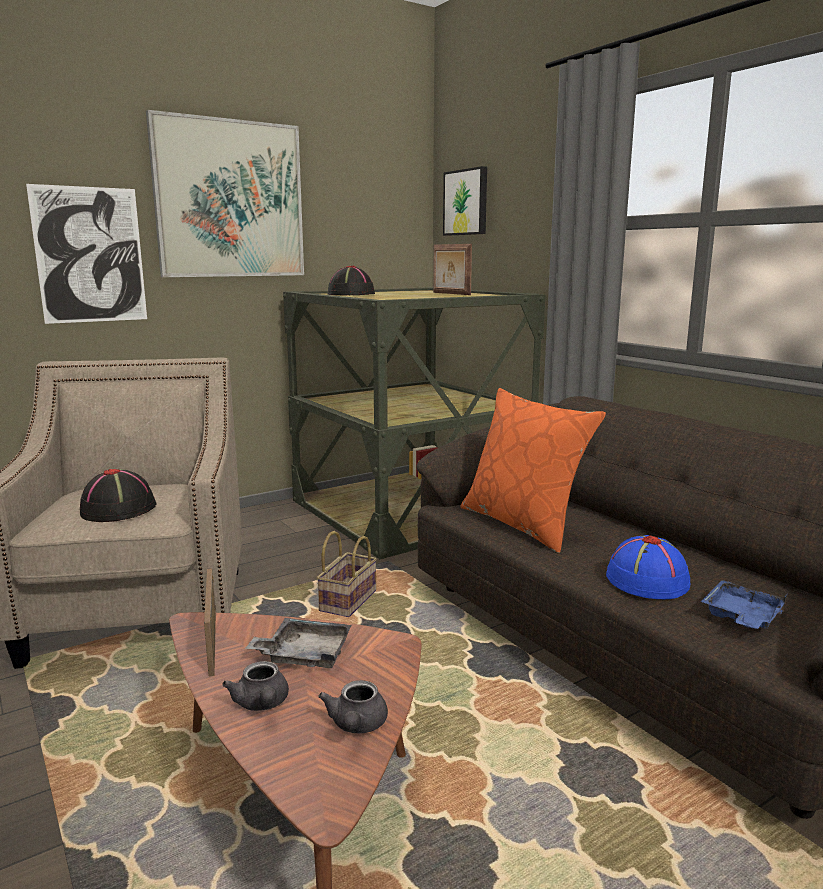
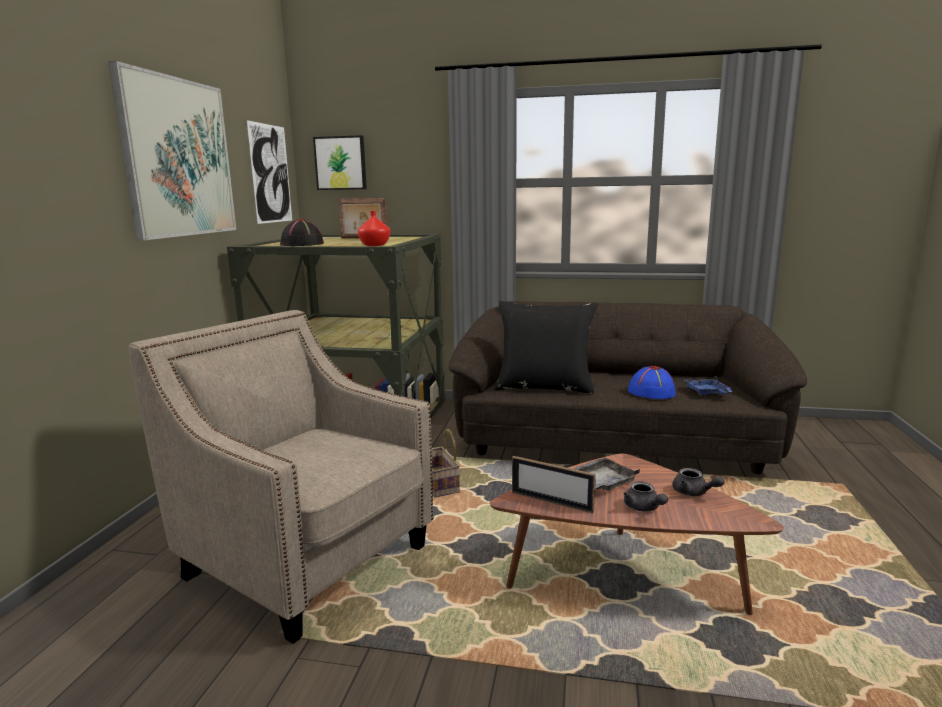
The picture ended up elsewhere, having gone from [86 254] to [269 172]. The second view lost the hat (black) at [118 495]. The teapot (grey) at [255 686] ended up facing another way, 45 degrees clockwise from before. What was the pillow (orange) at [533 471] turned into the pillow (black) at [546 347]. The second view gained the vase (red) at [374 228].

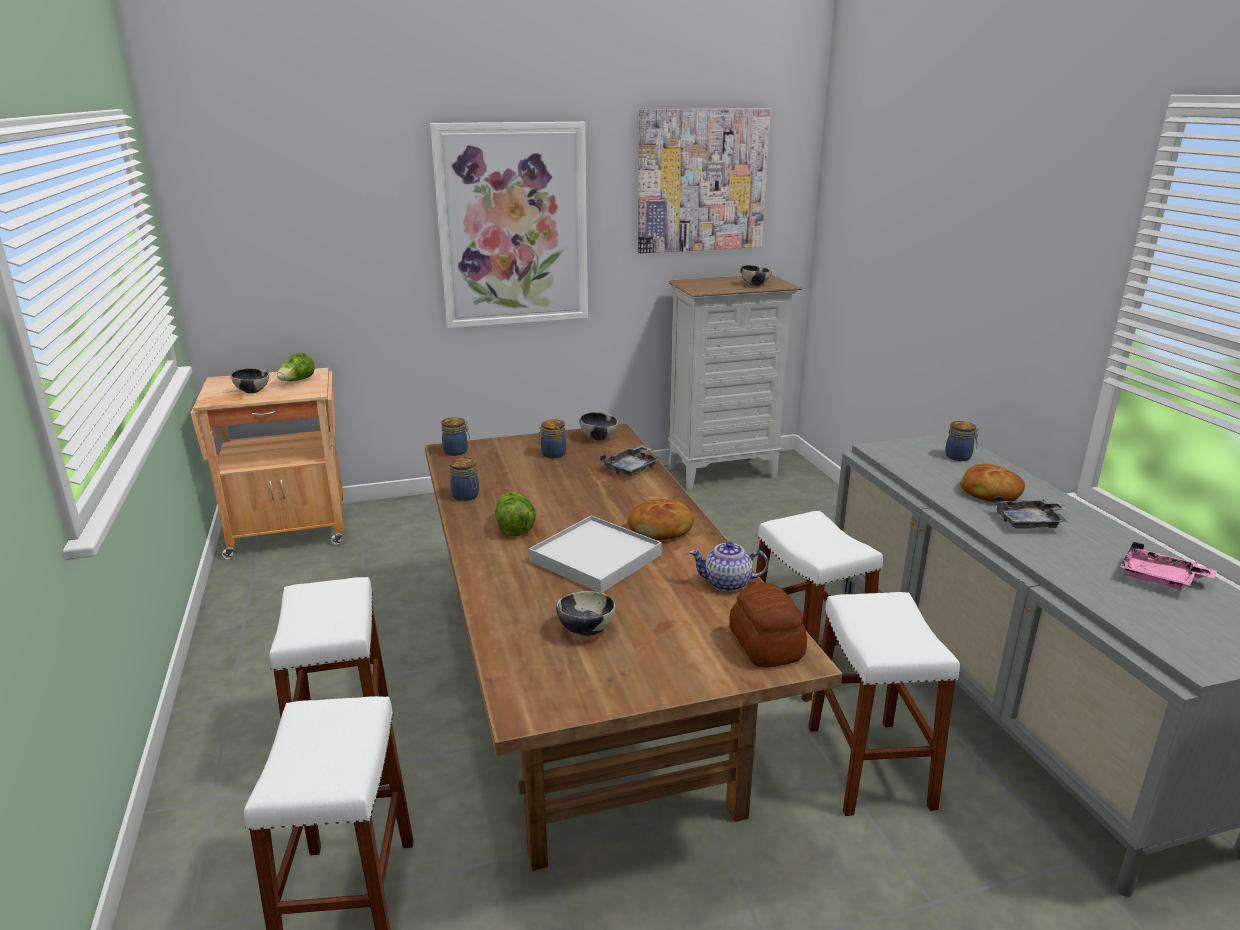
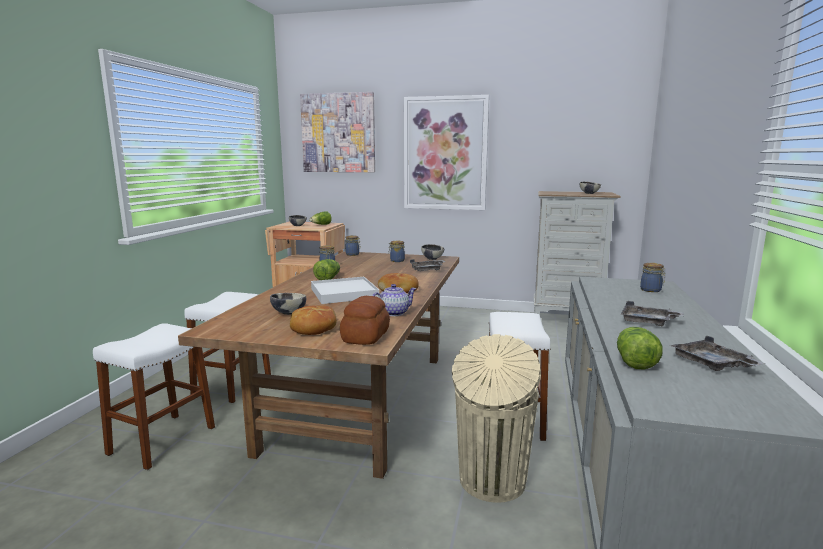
The picture ended up elsewhere, having gone from [704 180] to [337 132]. The teapot at [729 566] ended up facing another way, 120 degrees clockwise from before. Where the stool (white) stood at [884 704], the trash can (beige) came to stand at [496 418]. The bread ended up elsewhere, having gone from [992 483] to [313 320]. What was the tray (pink) at [1168 566] turned into the tray (grey) at [718 353]. The second view gained the lettuce at [640 348].

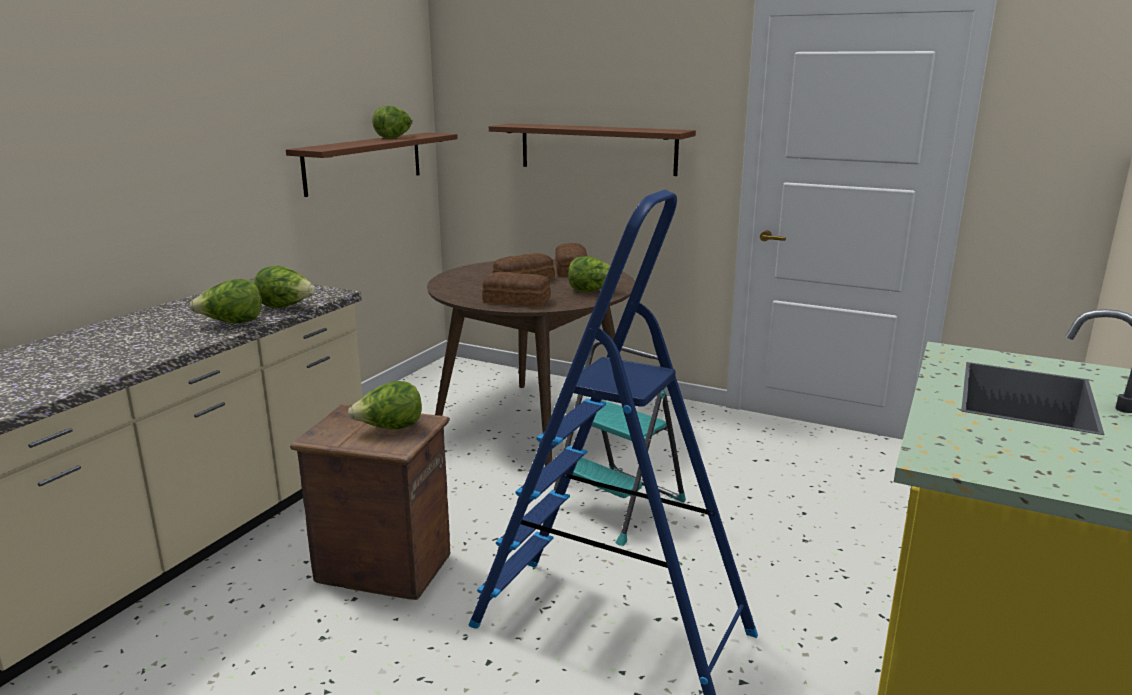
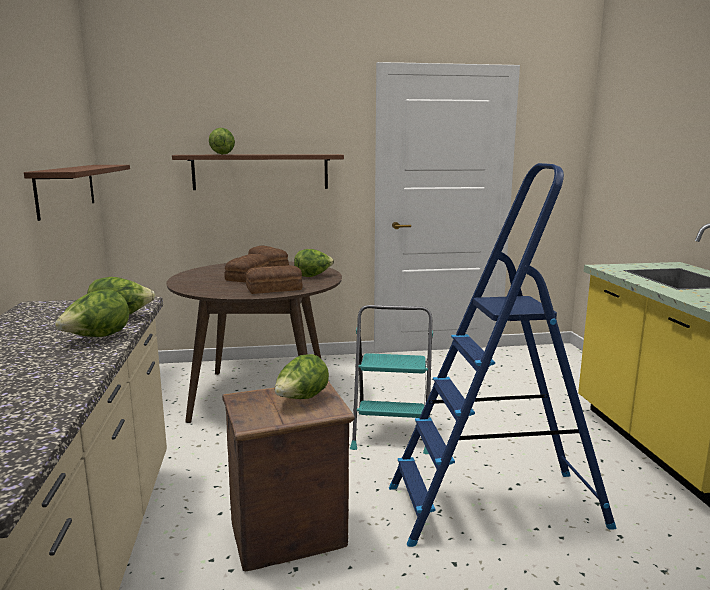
The lettuce ended up elsewhere, having gone from [392 121] to [222 141].

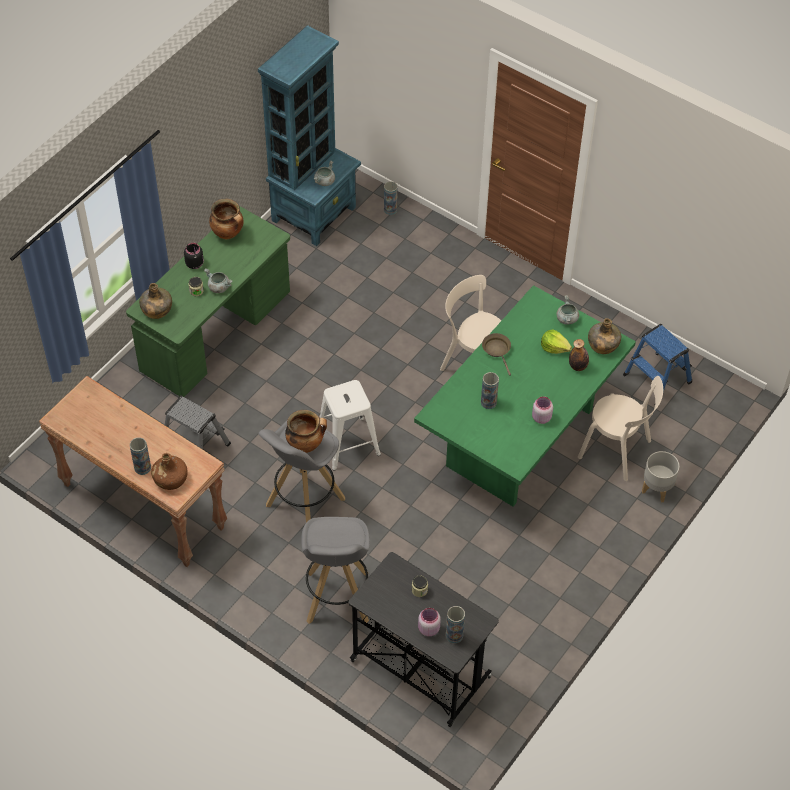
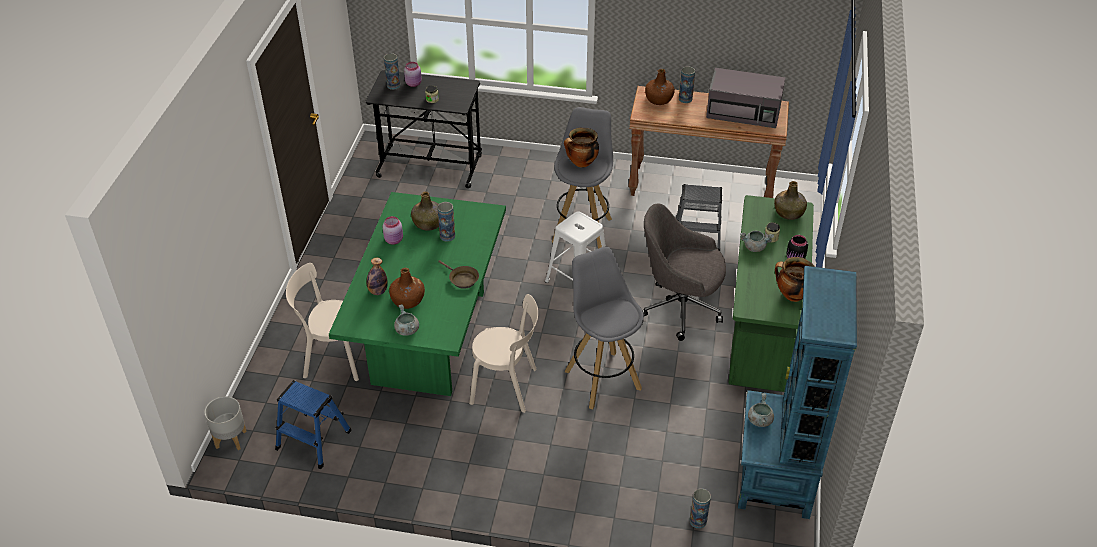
The stool (grey) ended up elsewhere, having gone from [335 570] to [604 328]. Where the lettuce stood at [556 341], the bottle (brown) came to stand at [407 288]. The bottle (green) ended up elsewhere, having gone from [604 336] to [425 211]. The planter (grey) ended up elsewhere, having gone from [660 477] to [225 423]. The second view gained the office chair (grey) at [684 272]. The second view gained the microwave (grey) at [745 98].

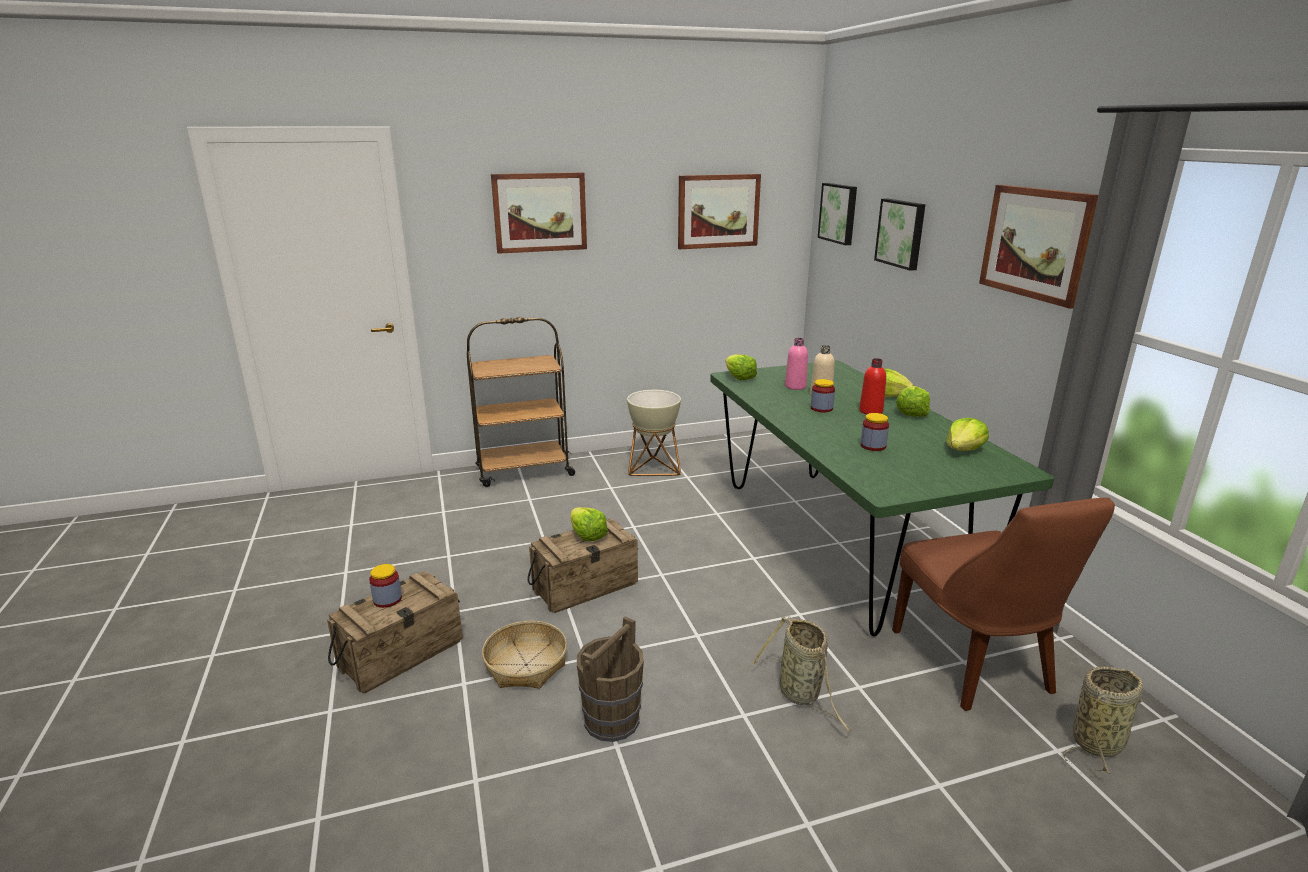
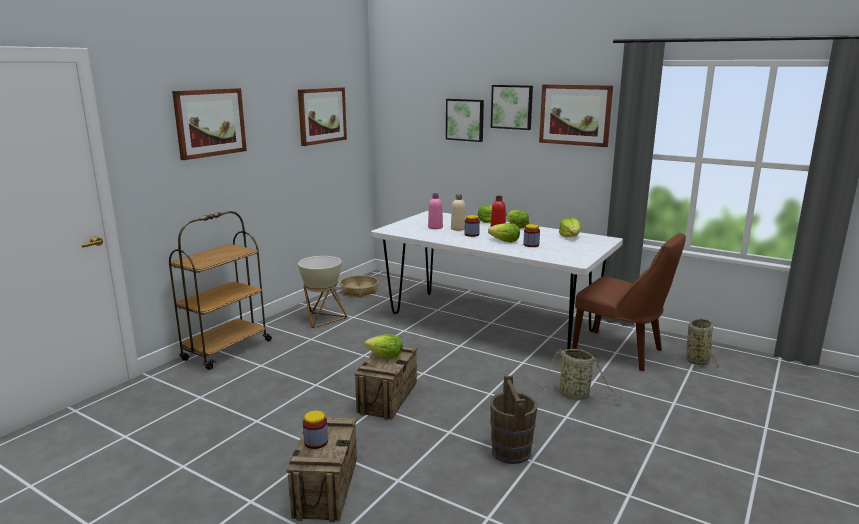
The basket ended up elsewhere, having gone from [524 655] to [359 286]. What was the dining table (green) at [882 498] turned into the dining table (white) at [497 280]. The lettuce ended up elsewhere, having gone from [741 367] to [504 233]. The picture ended up elsewhere, having gone from [837 214] to [512 107].

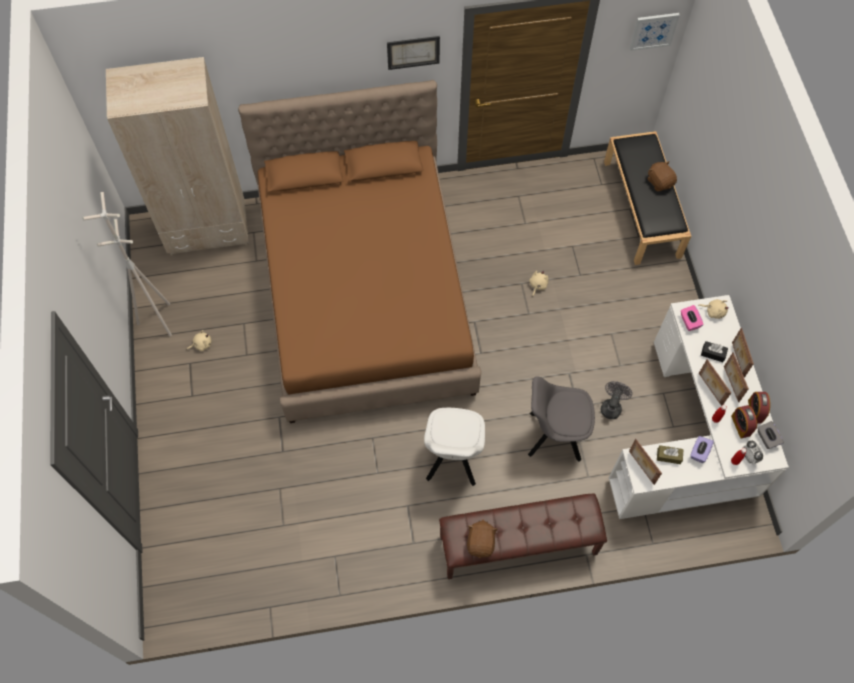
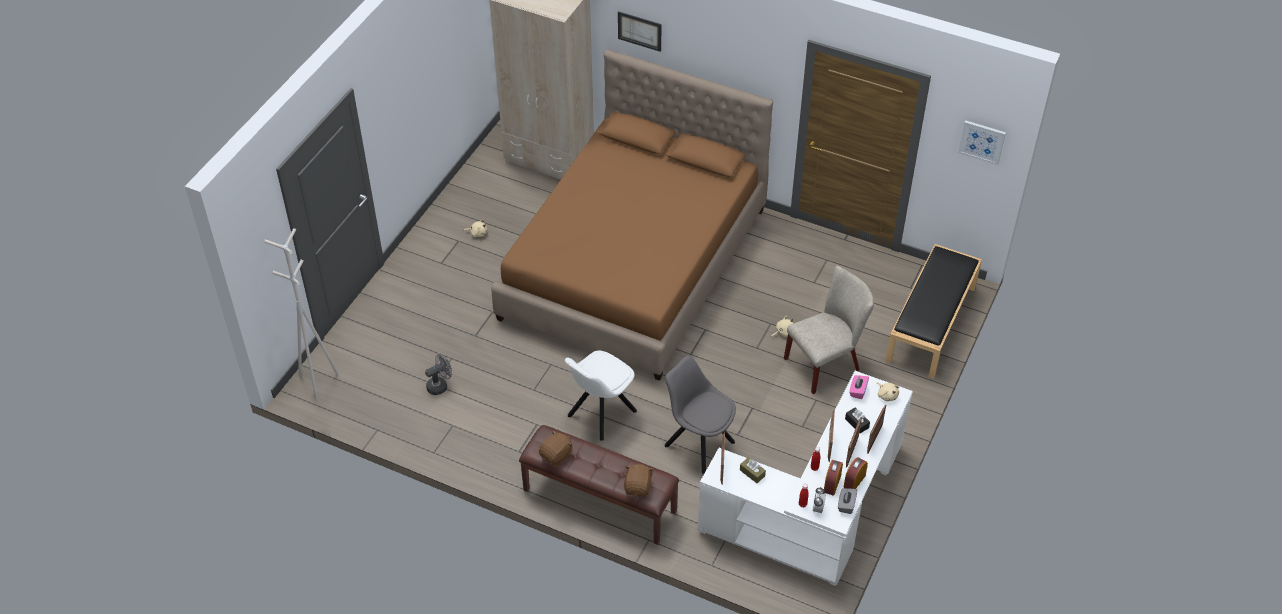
The clothes rack (grey) ended up elsewhere, having gone from [127 264] to [301 314]. The picture ended up elsewhere, having gone from [413 53] to [640 31]. The fan (grey) ended up elsewhere, having gone from [616 400] to [438 374]. The plush toy (brown) ended up elsewhere, having gone from [662 176] to [639 480]. The second view lost the tissue box (purple) at [702 449]. The second view gained the chair (beige) at [829 330].

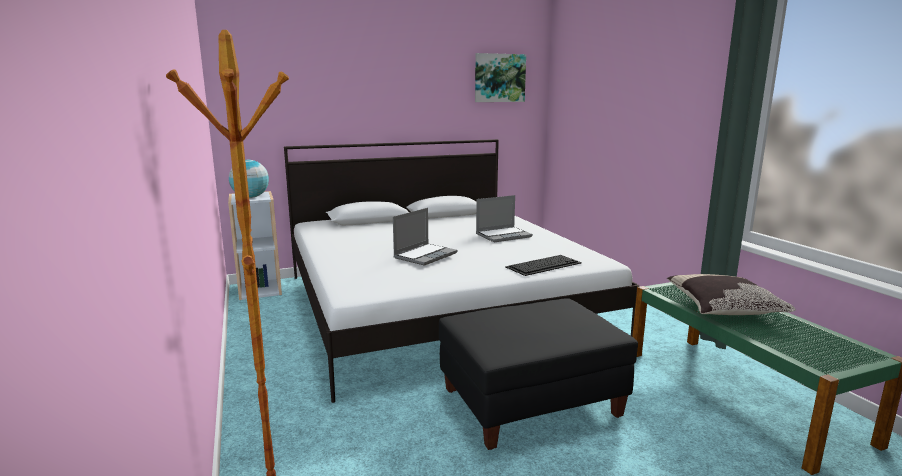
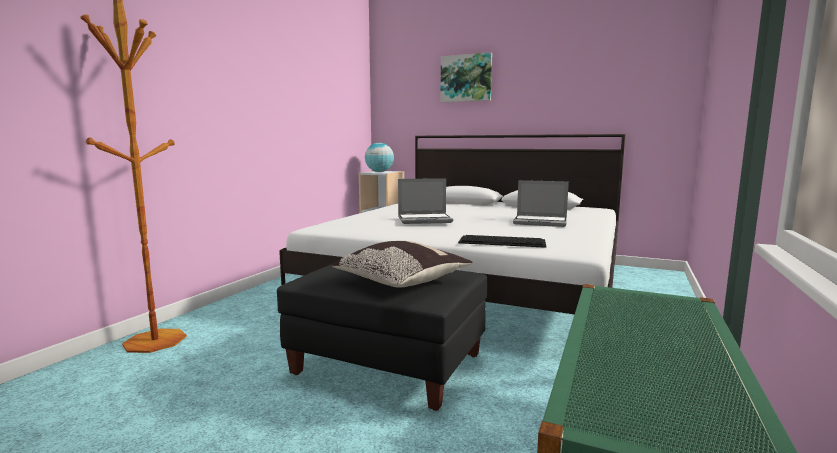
The picture ended up elsewhere, having gone from [500 77] to [466 77]. The pillow ended up elsewhere, having gone from [731 294] to [402 264].

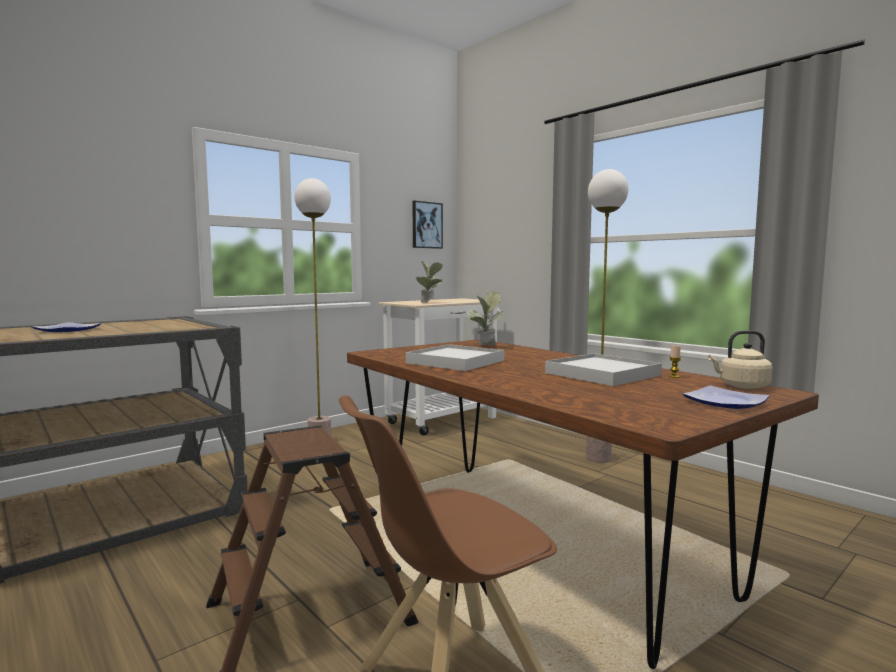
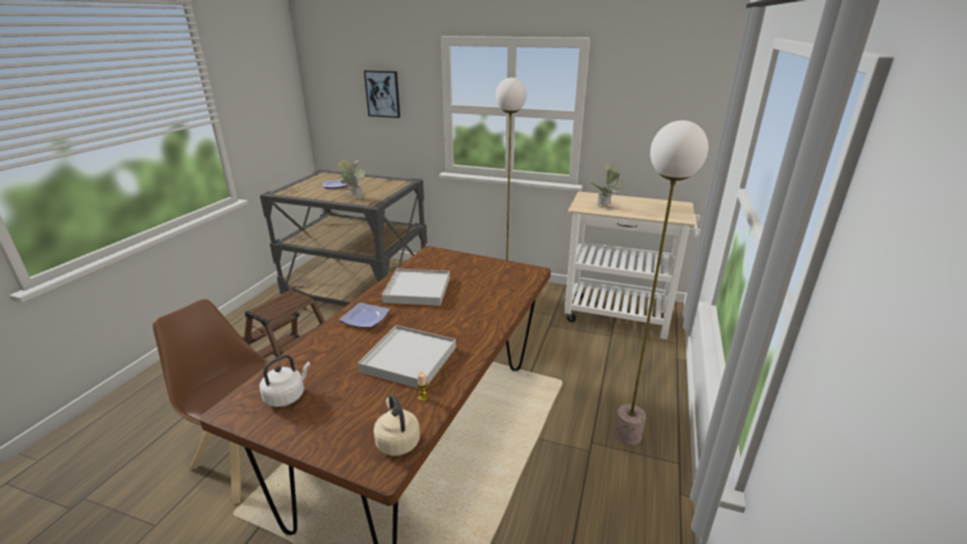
The picture ended up elsewhere, having gone from [427 225] to [382 94]. The potted plant ended up elsewhere, having gone from [485 318] to [351 179]. The plate ended up elsewhere, having gone from [726 397] to [364 315]. The second view gained the kettle (white) at [285 381].

